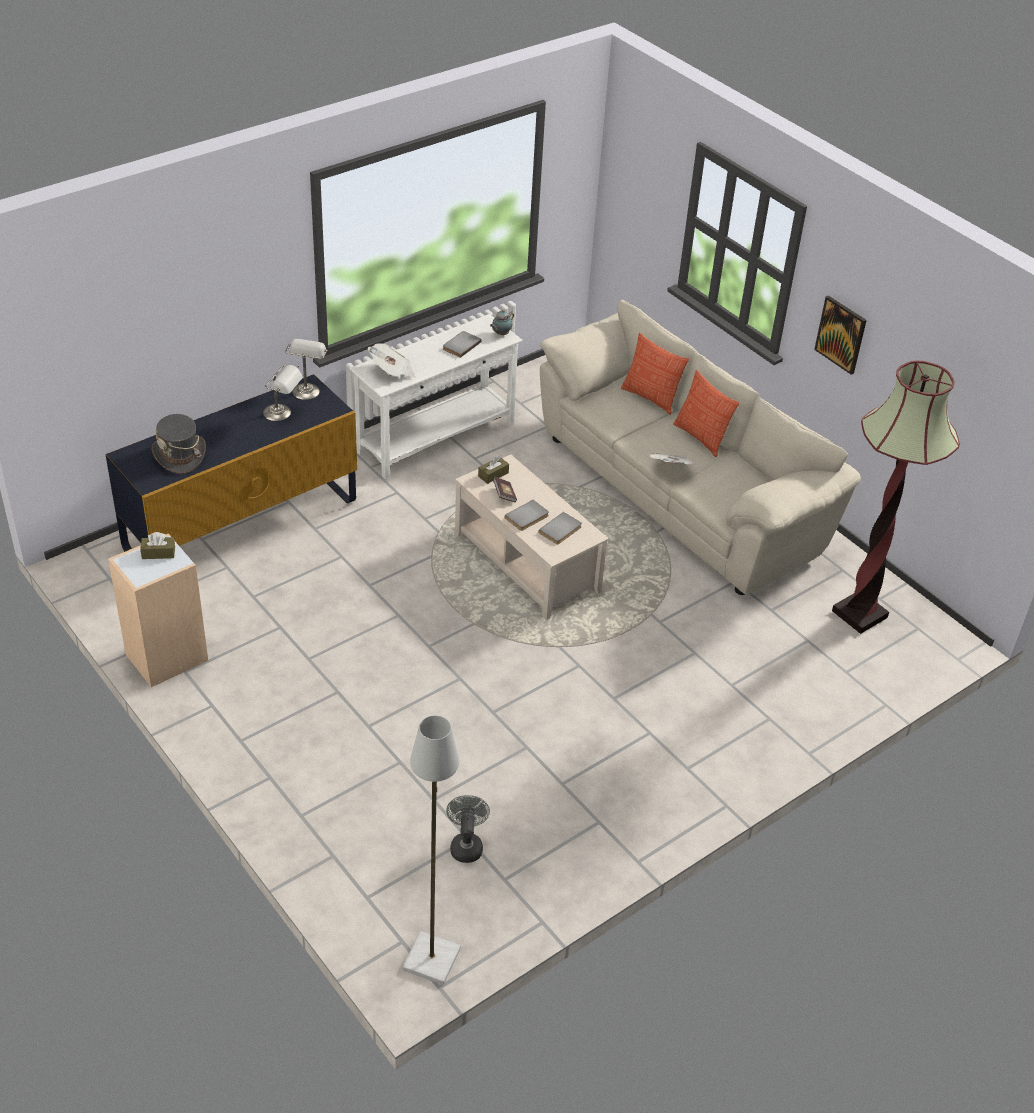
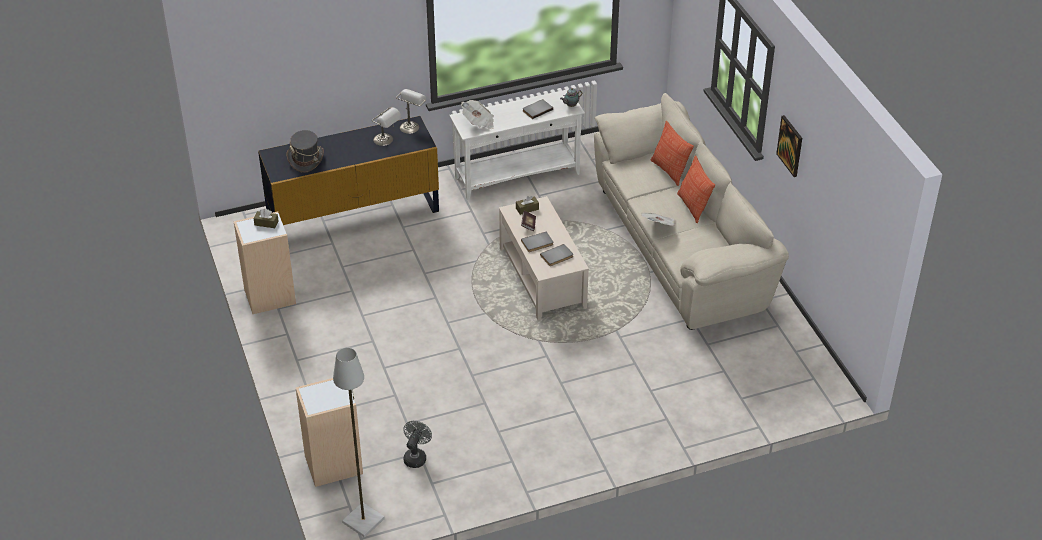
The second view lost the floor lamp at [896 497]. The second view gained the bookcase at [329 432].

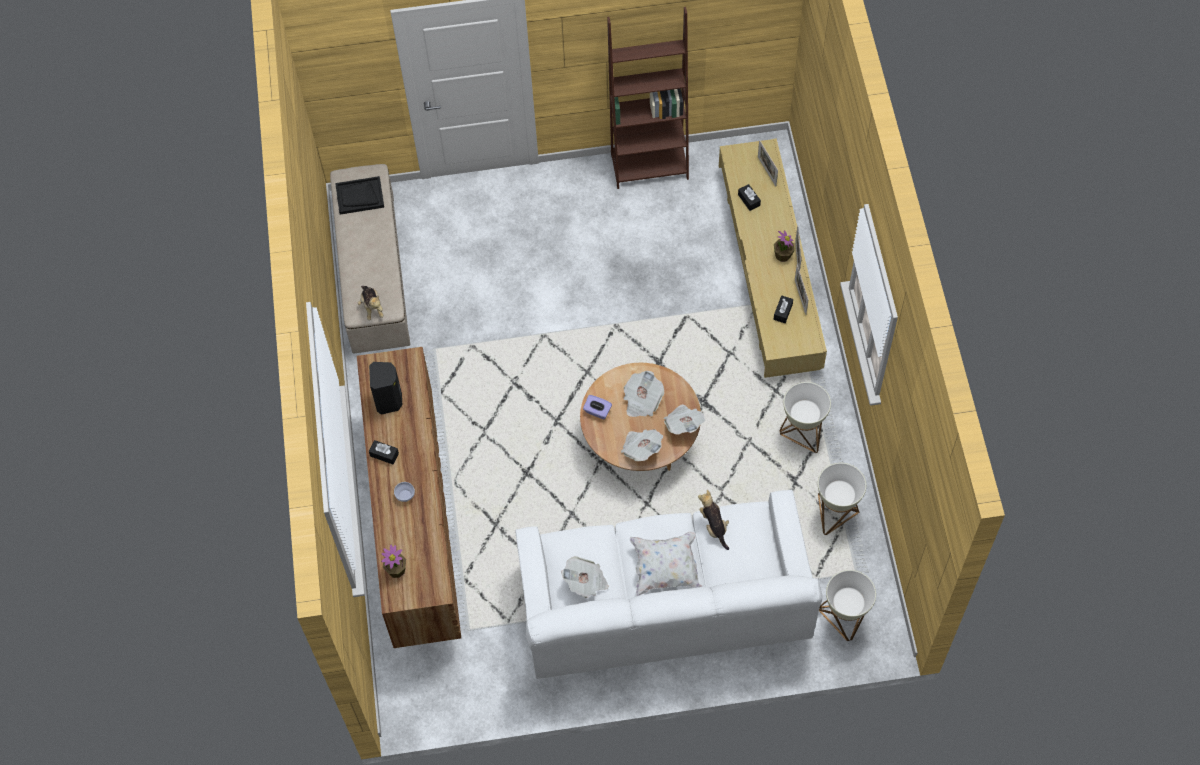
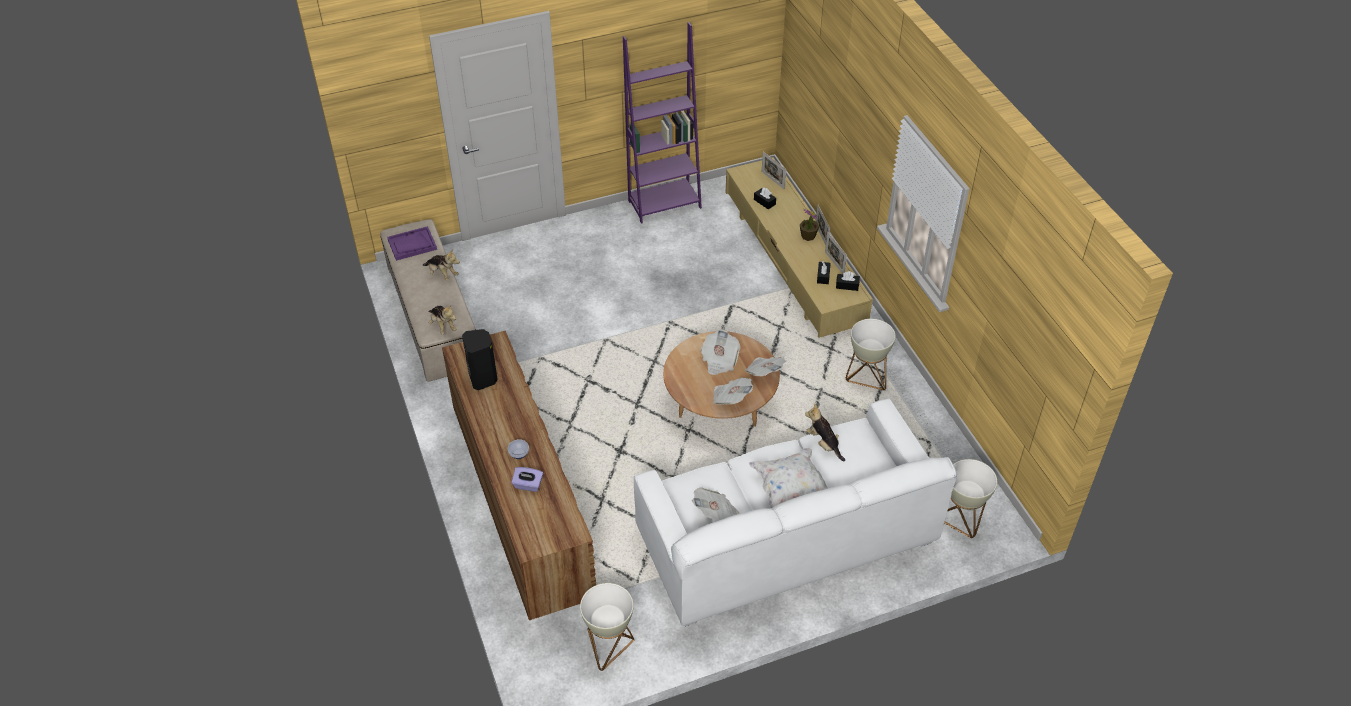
What was the tray (black) at [359 195] turned into the tray (purple) at [412 243]. The tissue box (black) ended up elsewhere, having gone from [384 452] to [848 281]. The second view lost the potted plant at [393 561]. The tissue box (purple) ended up elsewhere, having gone from [597 407] to [527 479]. What was the bookcase (brown) at [648 98] turned into the bookcase (purple) at [662 123]. The planter ended up elsewhere, having gone from [842 499] to [607 627]. The second view gained the plush toy at [441 265].

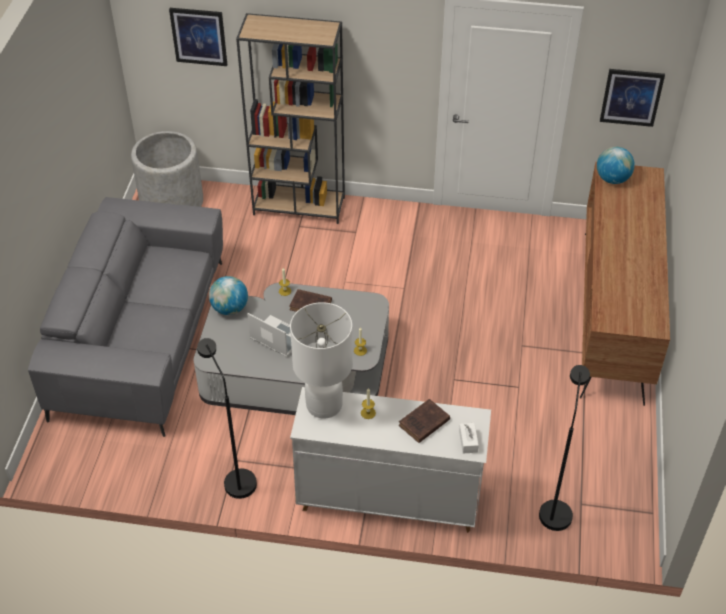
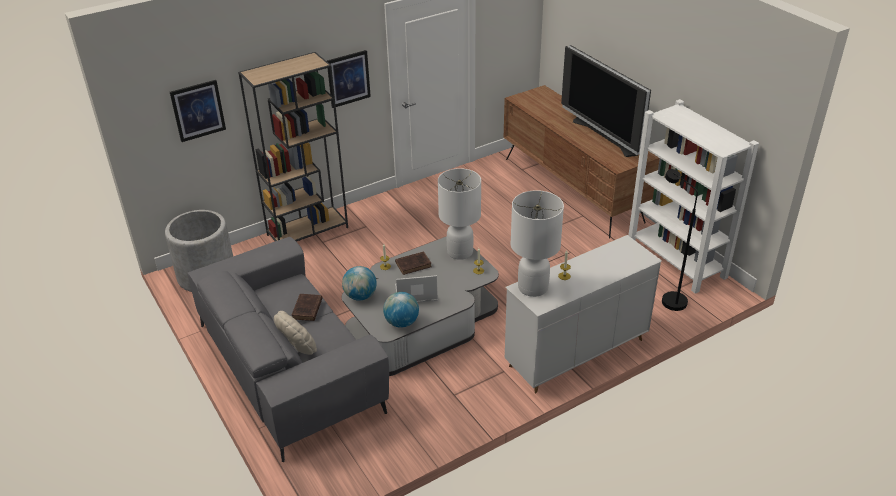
The second view lost the floor lamp (black) at [227 418]. The book (brown) ended up elsewhere, having gone from [424 421] to [306 307]. The second view lost the tissue box (white) at [469 438]. The globe ended up elsewhere, having gone from [616 165] to [401 310]. The picture ended up elsewhere, having gone from [632 98] to [349 79]. The second view gained the pillow (beige) at [295 333]. The second view gained the table lamp (white) at [459 214]. The second view gained the television at [606 101]. The second view gained the bookcase (white) at [693 196].

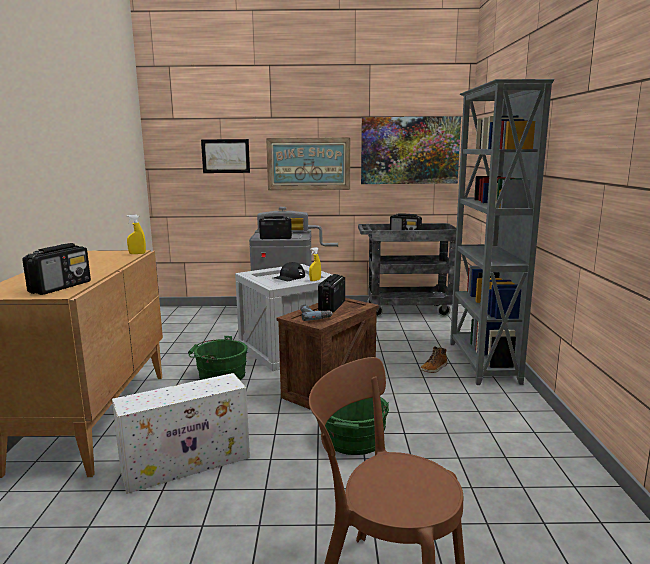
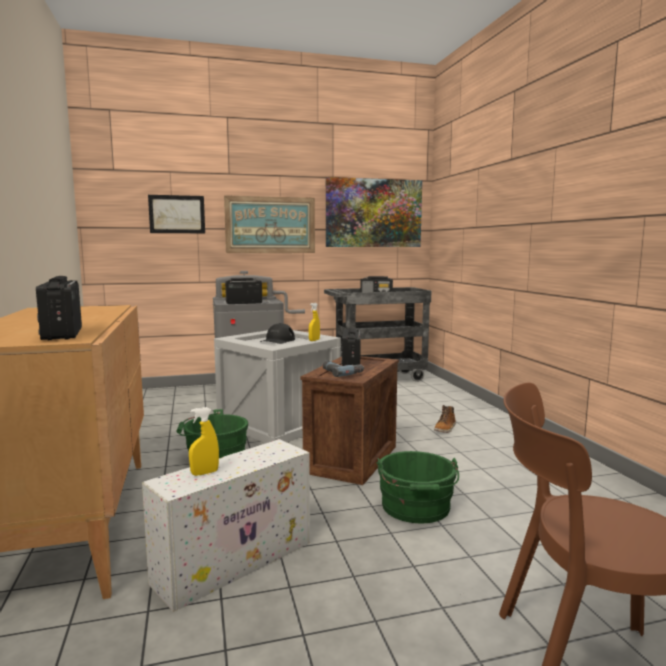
The radio at [56 269] ended up facing another way, 150 degrees clockwise from before. The spray bottle (yellow) ended up elsewhere, having gone from [136 234] to [204 441]. The second view lost the bookcase (grey) at [502 232].

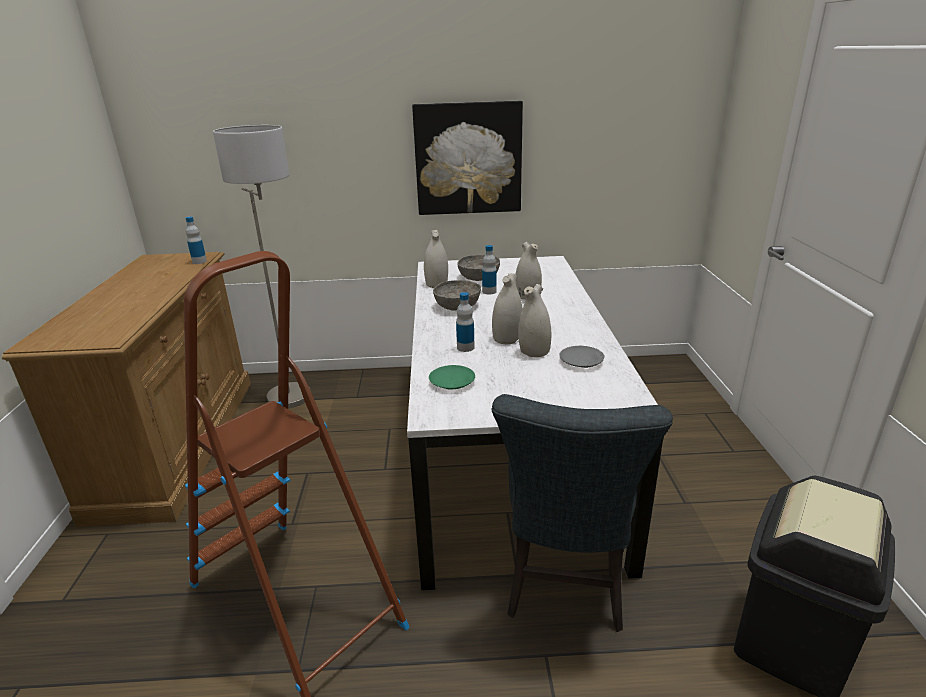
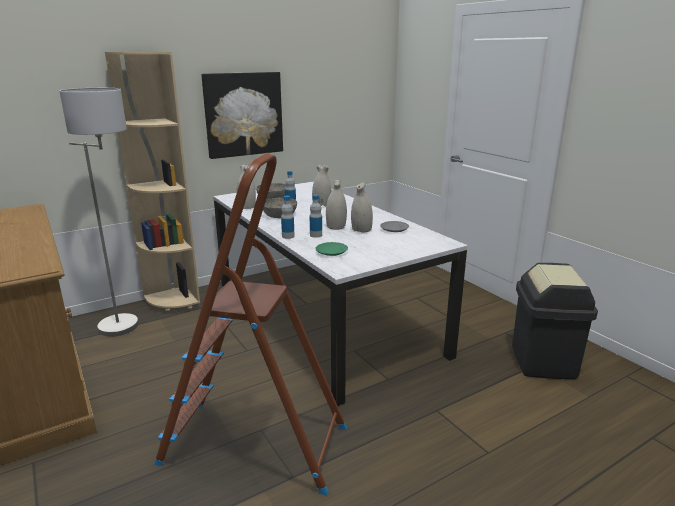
The bottle ended up elsewhere, having gone from [196 240] to [288 217]. The second view lost the chair (grey) at [582 513]. The second view gained the bookcase (beige) at [152 181].

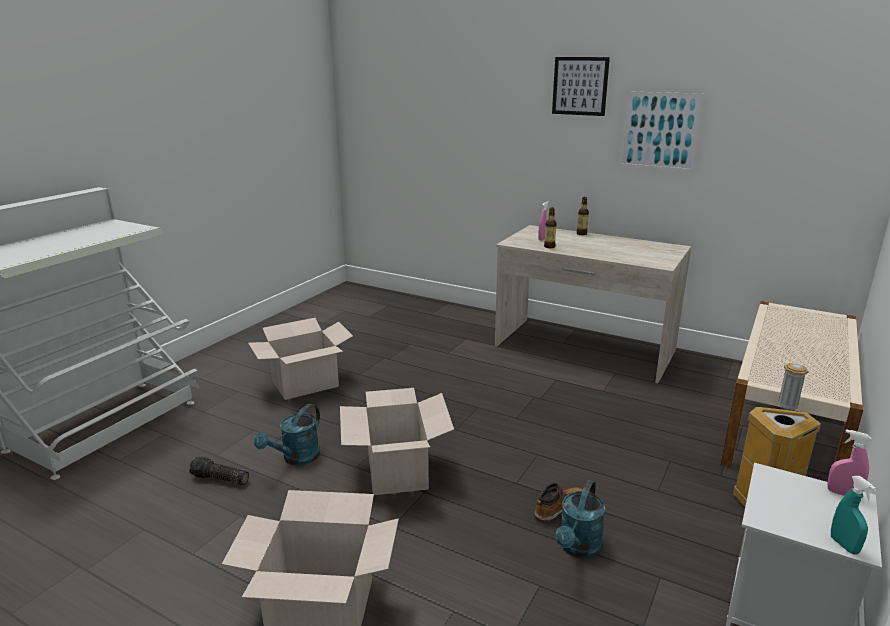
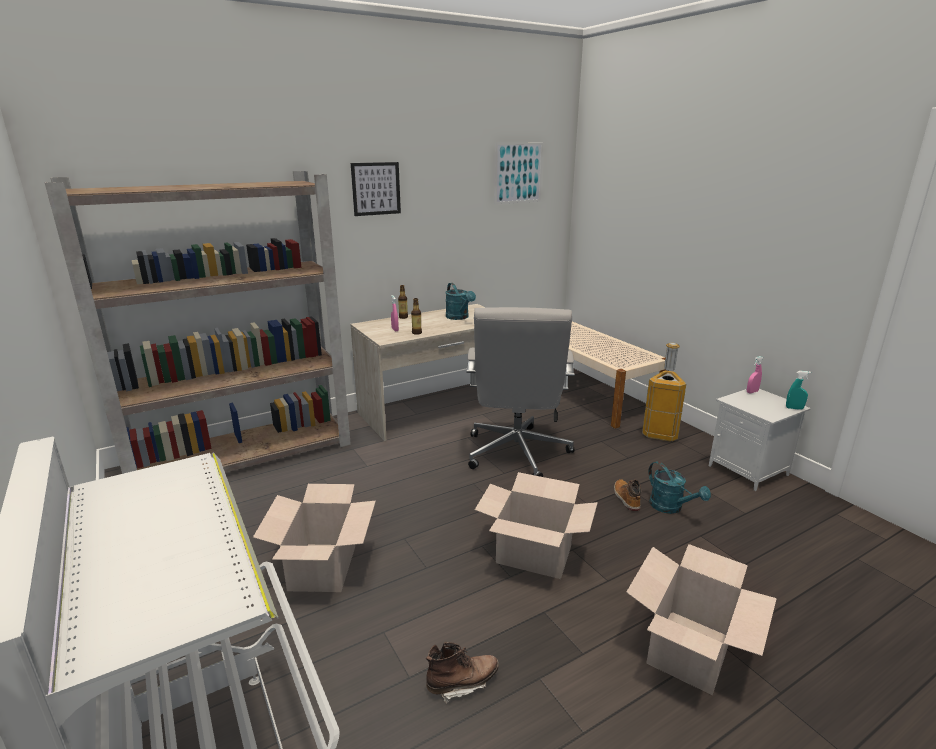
Where the flashlight stood at [219 470], the boot (brown) came to stand at [462 673]. The watering can (turquoise) ended up elsewhere, having gone from [287 434] to [460 301]. The picture ended up elsewhere, having gone from [661 131] to [518 173]. The second view gained the bookcase (brown) at [198 322]. The second view gained the office chair (grey) at [520 392].

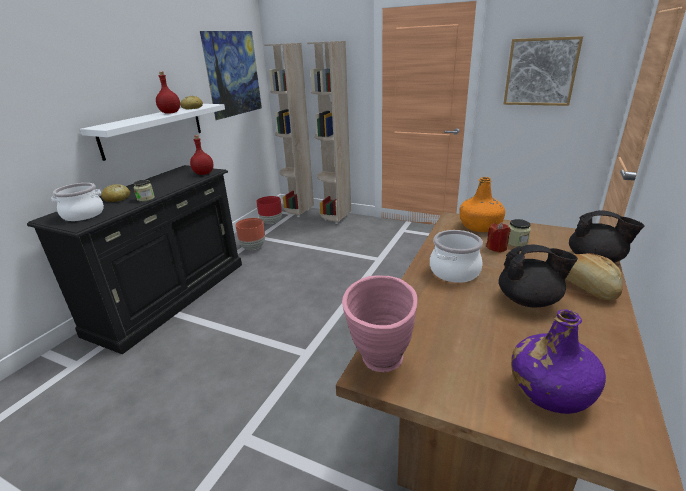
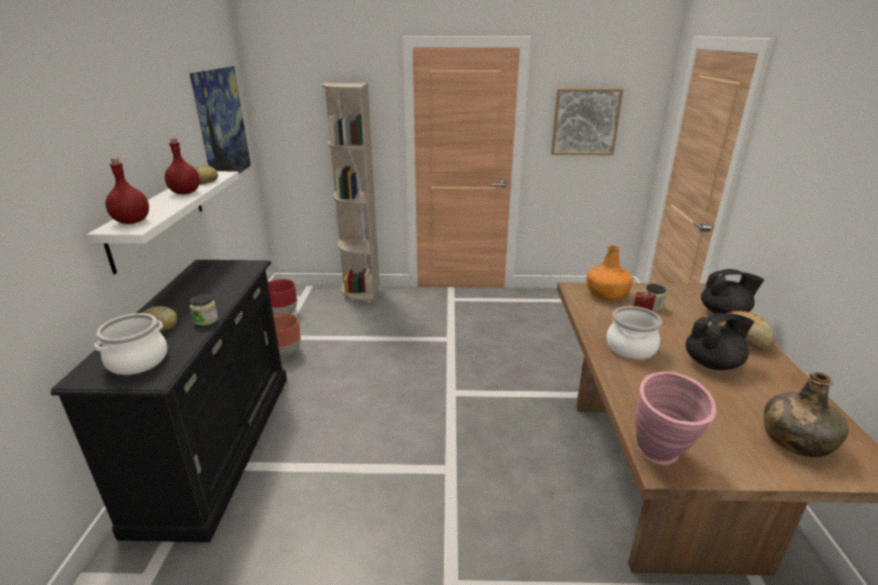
The bottle (red) ended up elsewhere, having gone from [201 155] to [127 191]. The second view lost the bookcase (beige) at [289 130]. What was the bottle (purple) at [558 361] turned into the bottle (green) at [806 414].

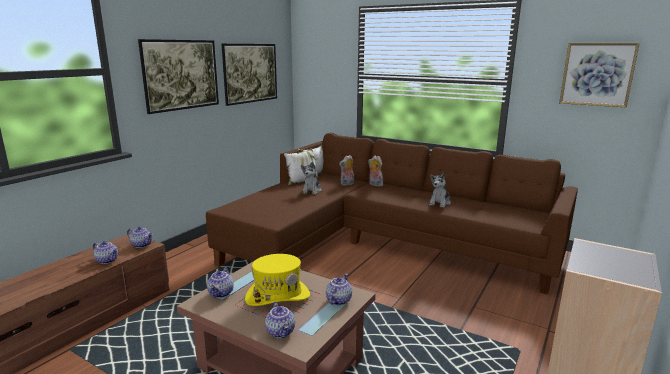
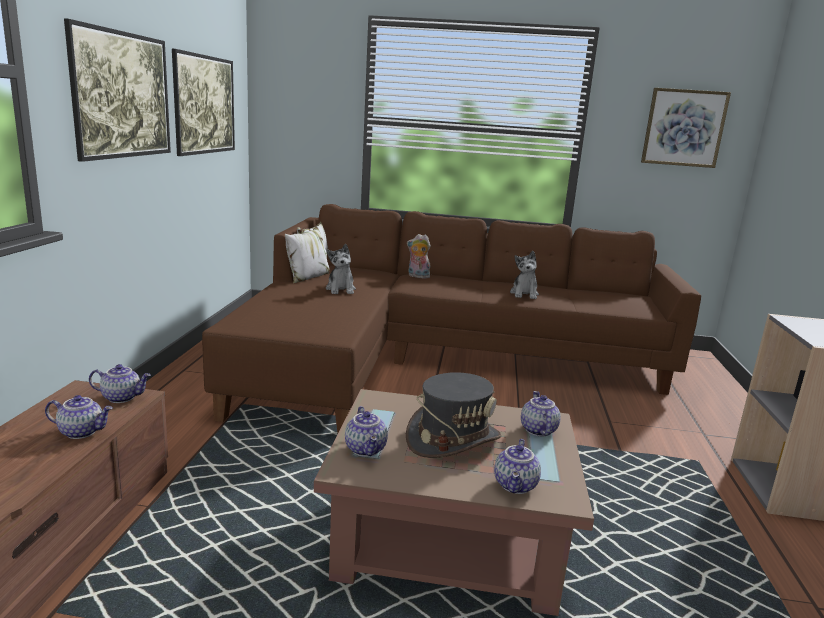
What was the hat (yellow) at [277 280] turned into the hat (grey) at [453 415]. The teapot at [280 320] ended up facing another way, 60 degrees clockwise from before. The second view lost the plush toy at [346 170].

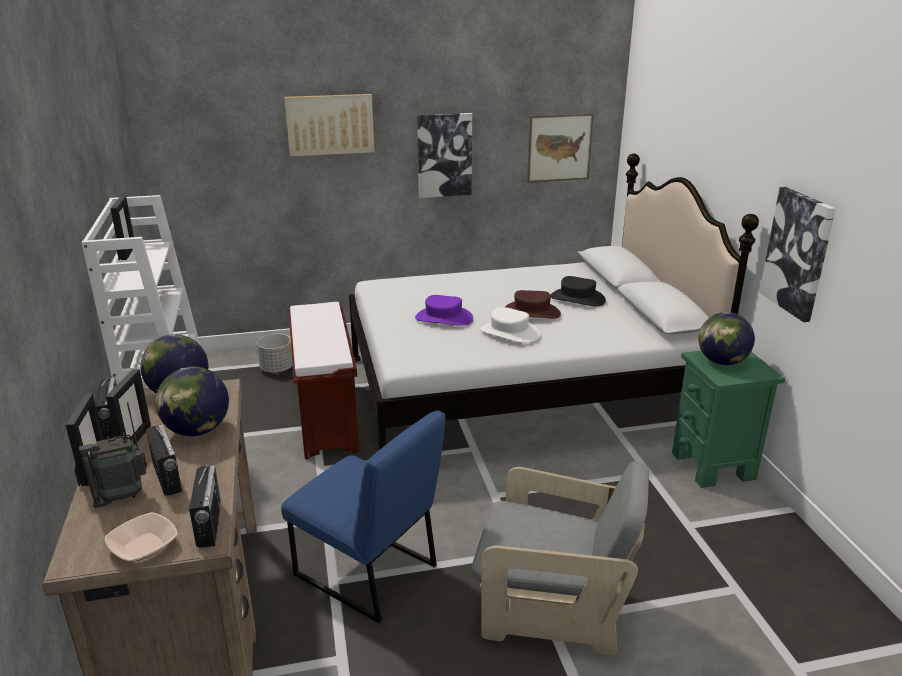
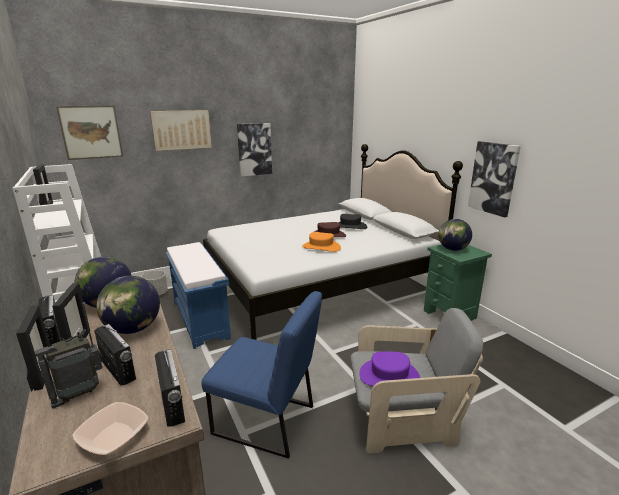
What was the bench (brown) at [324 380] turned into the bench (blue) at [198 295]. The hat (purple) ended up elsewhere, having gone from [444 310] to [389 369]. What was the hat (white) at [510 325] turned into the hat (orange) at [321 242]. The picture ended up elsewhere, having gone from [560 148] to [89 133].

